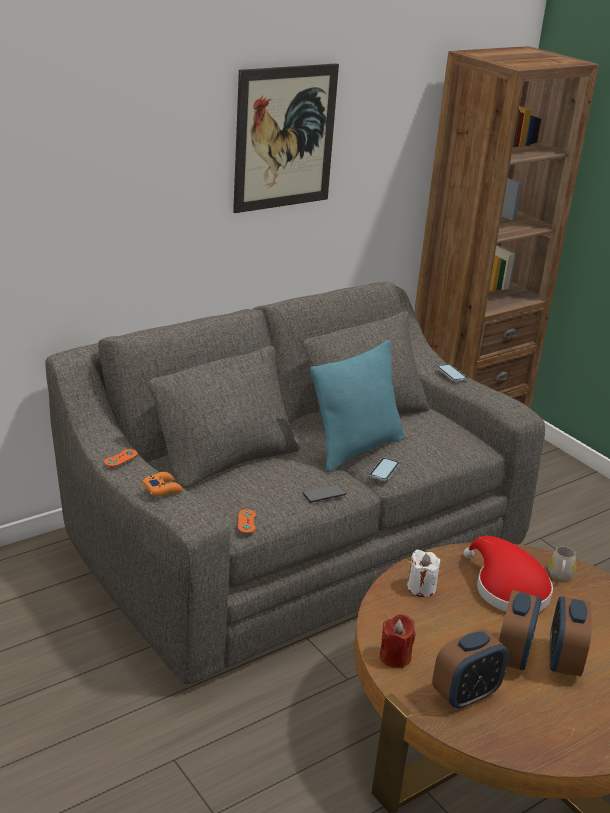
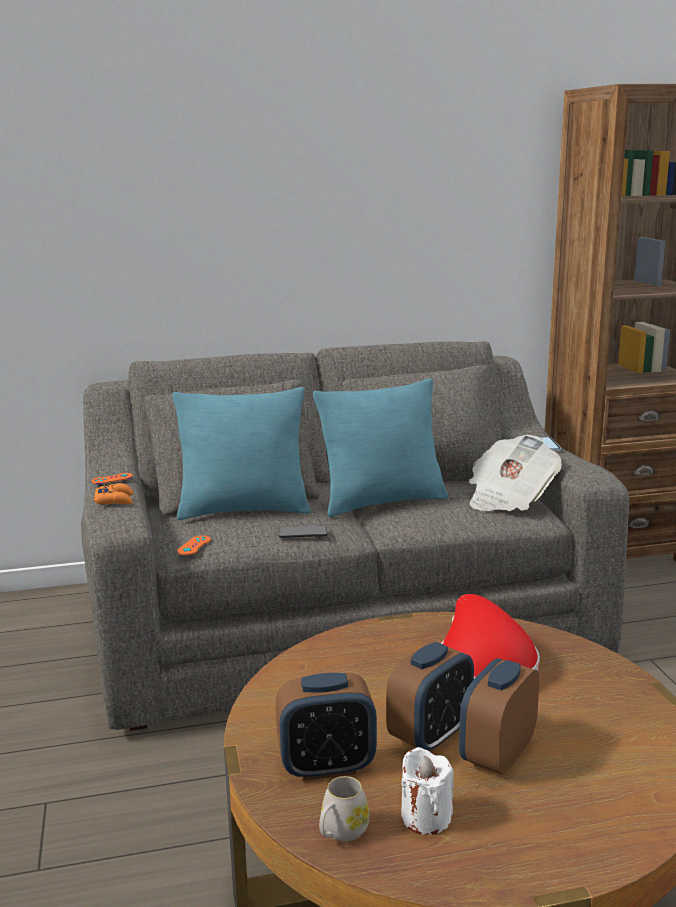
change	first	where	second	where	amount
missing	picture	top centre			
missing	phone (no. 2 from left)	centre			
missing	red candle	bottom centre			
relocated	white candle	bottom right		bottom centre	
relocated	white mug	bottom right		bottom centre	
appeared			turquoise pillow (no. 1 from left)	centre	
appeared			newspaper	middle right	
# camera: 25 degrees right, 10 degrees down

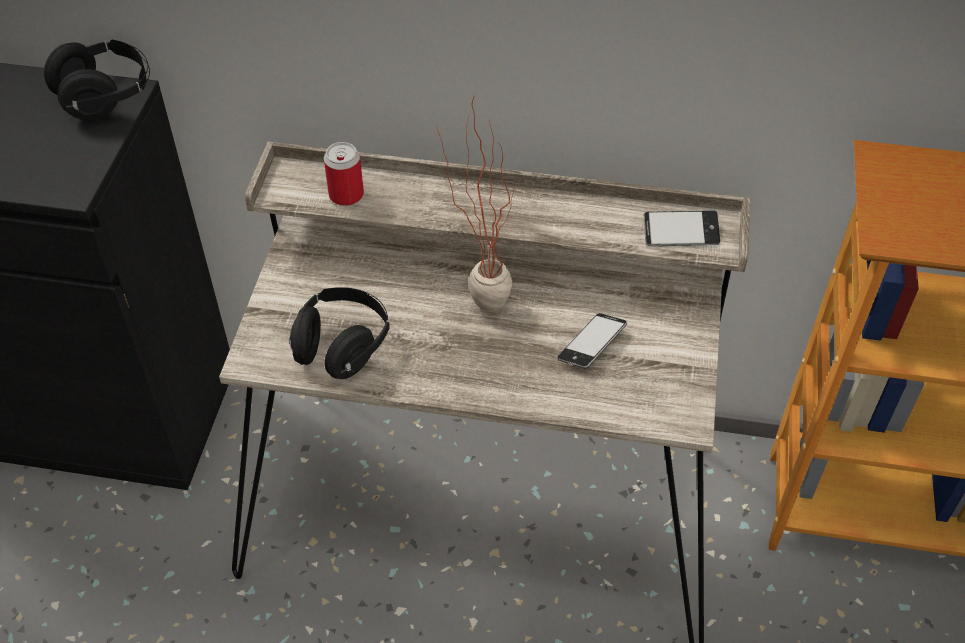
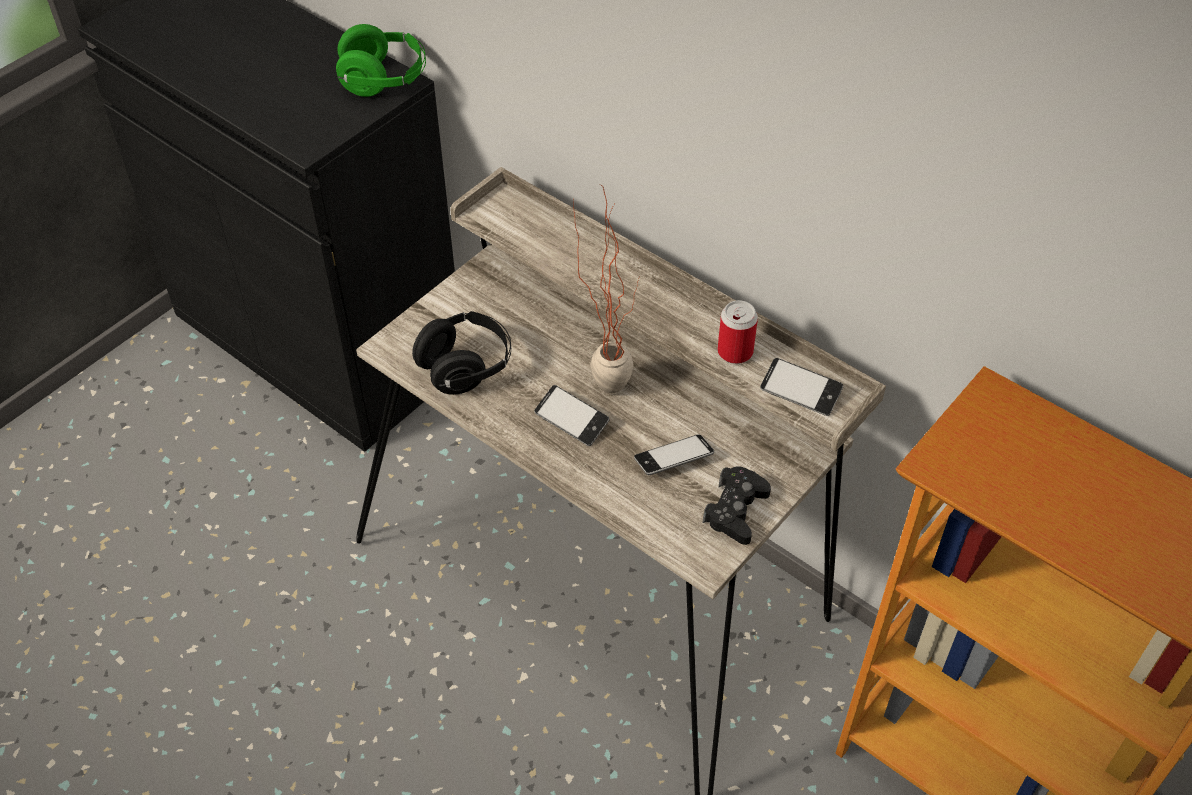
change	first	where	second	where	amount
colour	black headphones (no. 1 from left)	top left	green headphones	top left	
relocated	can	top centre		centre	
appeared			phone (no. 1 from left)	centre	
appeared			black game controller	centre	
# camera: 30 degrees right, 0 degrees up

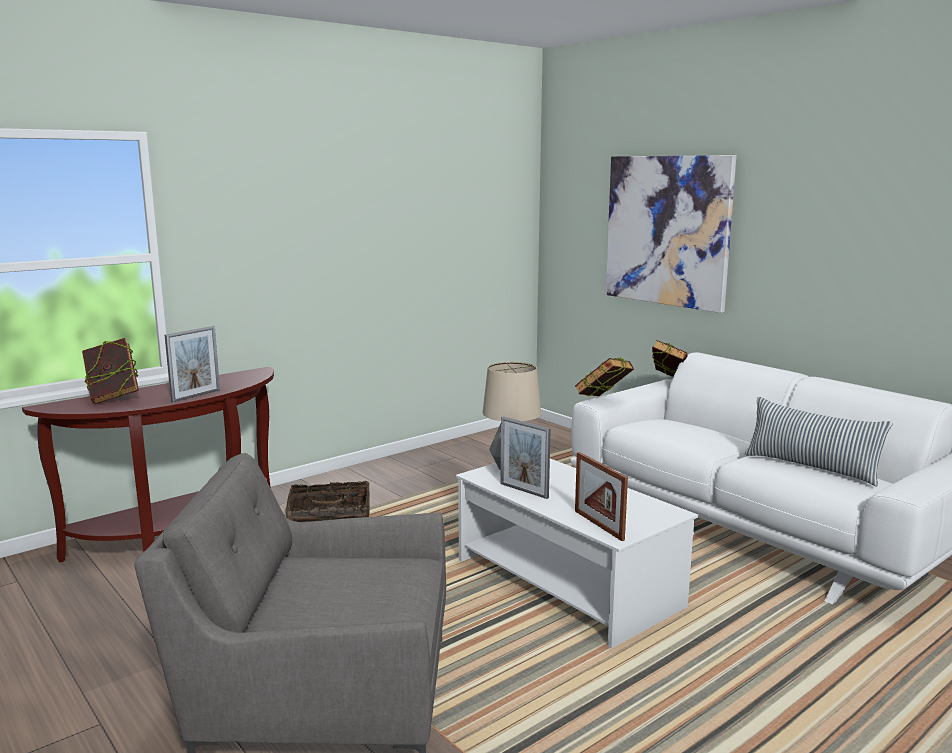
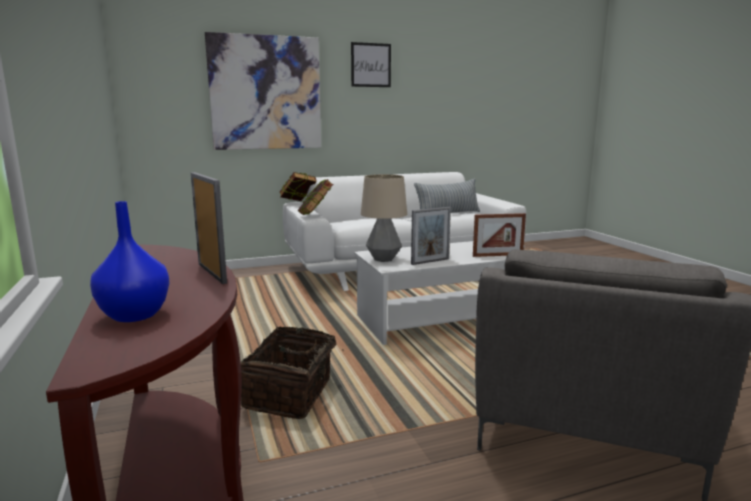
change	first	where	second	where	amount
exchanged	book (no. 1 from left)	middle left	blue vase	middle left	
appeared			picture (no. 2 from left)	top centre	
# camera: 70 degrees left, 0 degrees up

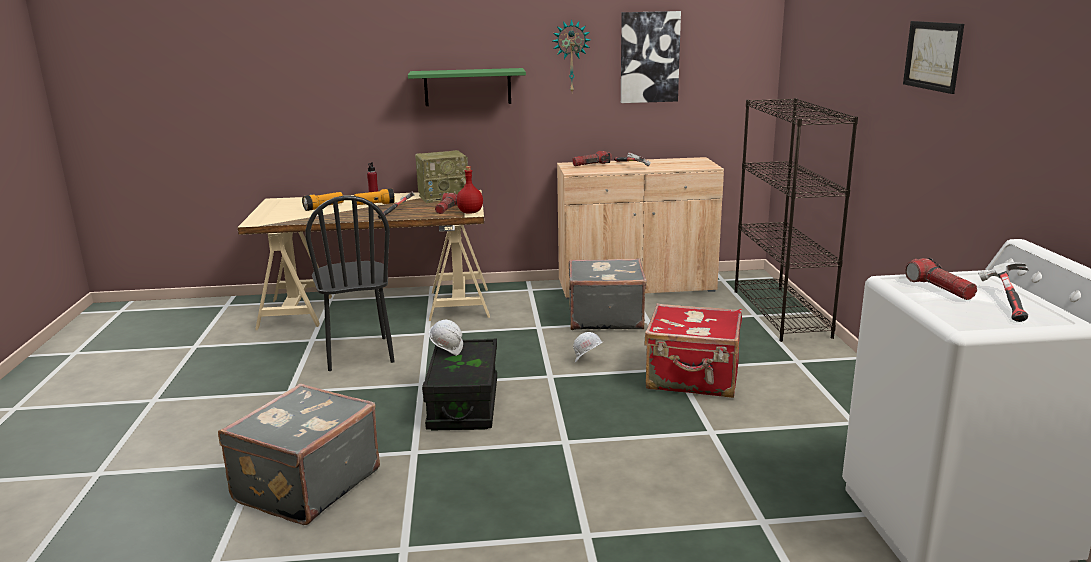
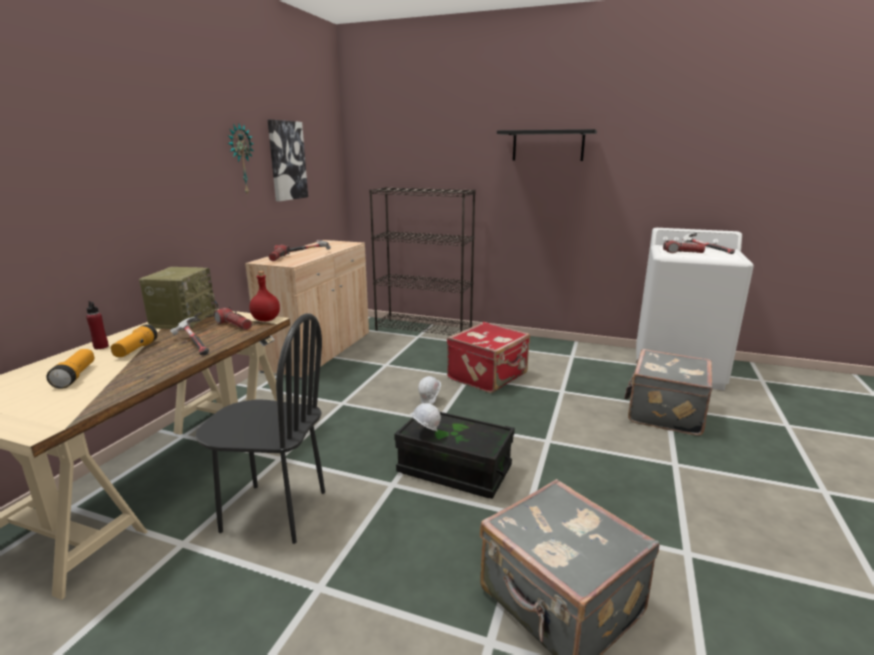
change	first	where	second	where	amount
missing	green shelf	top centre			
relocated	grey suitcase (no. 2 from left)	centre		middle right	
exchanged	picture (no. 2 from left)	top right	black shelf	top centre	
# camera: 65 degrees left, 0 degrees up

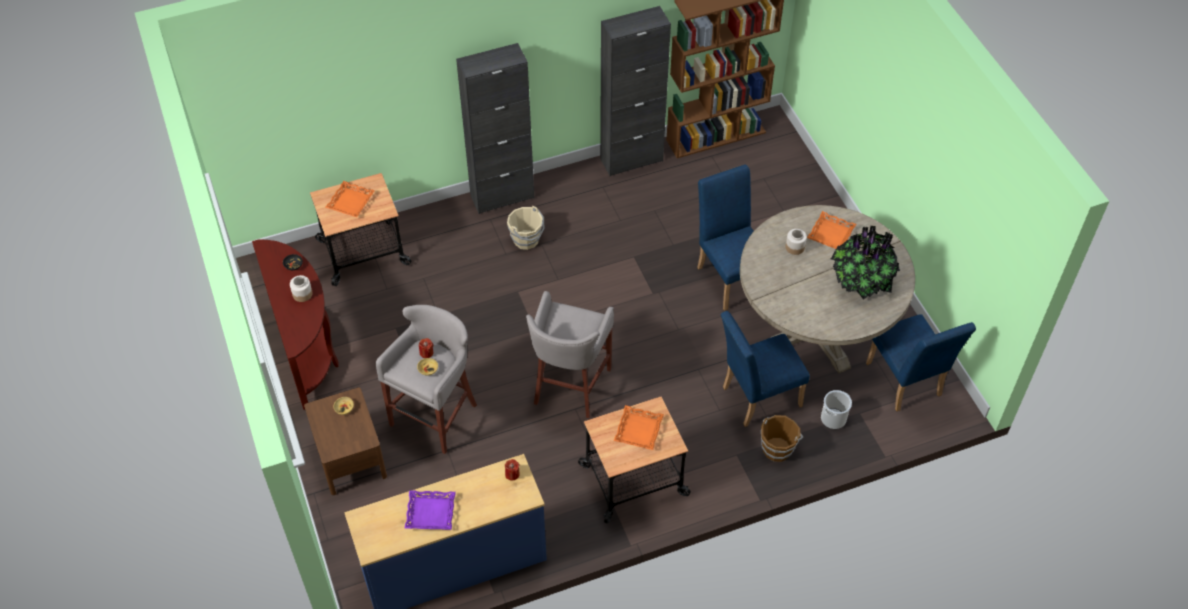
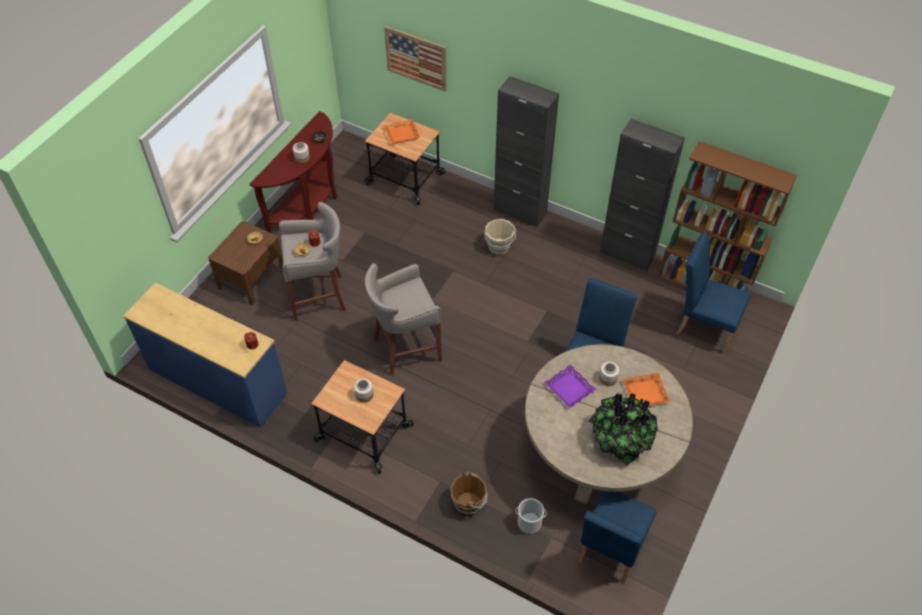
change	first	where	second	where	amount
relocated	purple tray	bottom centre		centre	
exchanged	orange tray (no. 2 from left)	bottom centre	jar (no. 2 from left)	centre	
relocated	blue chair (no. 2 from left in the first image)	centre	blue chair (no. 3 from left)	middle right	
appeared			picture	top centre	
# camera: 50 degrees right, 0 degrees up

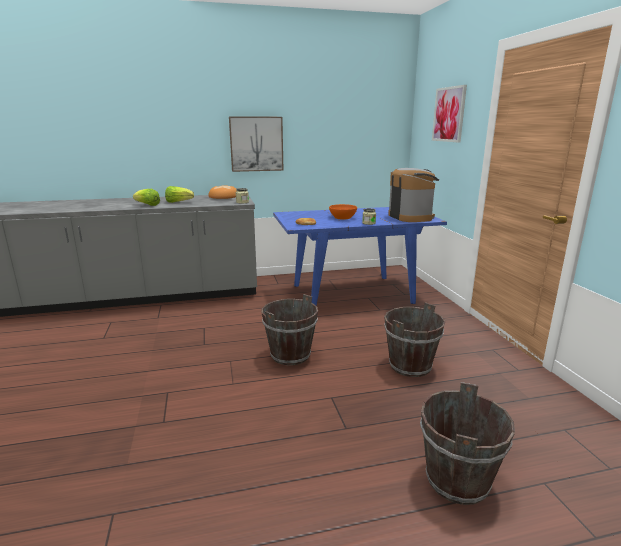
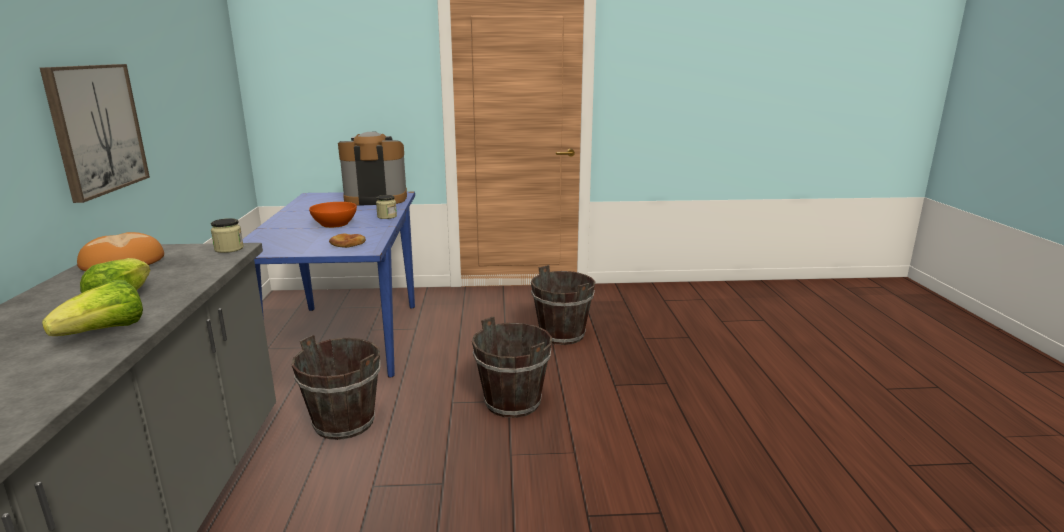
change	first	where	second	where	amount
relocated	brown bucket (no. 3 from left in the first image)	bottom right	brown bucket (no. 1 from left)	bottom left	
missing	picture (no. 2 from left)	top right			
# camera: 80 degrees left, 0 degrees up

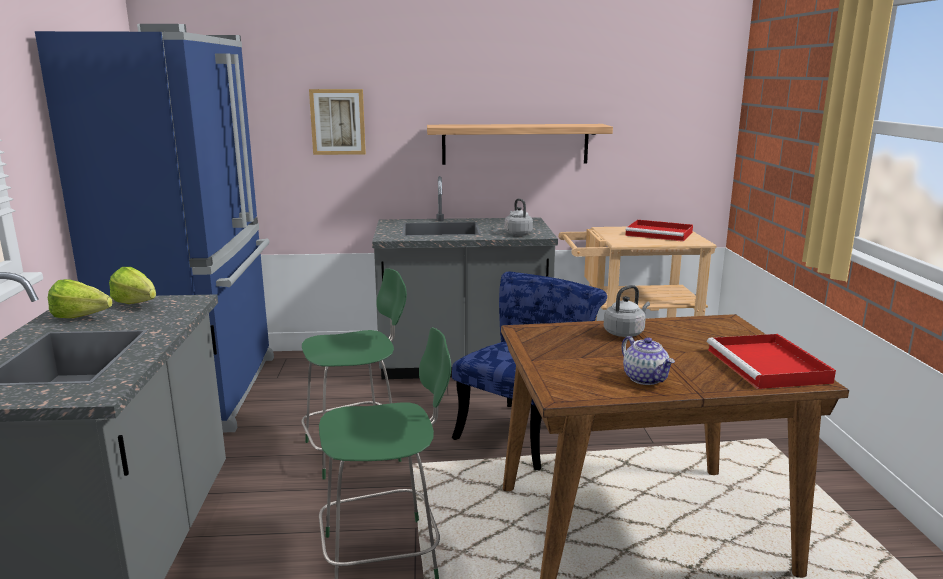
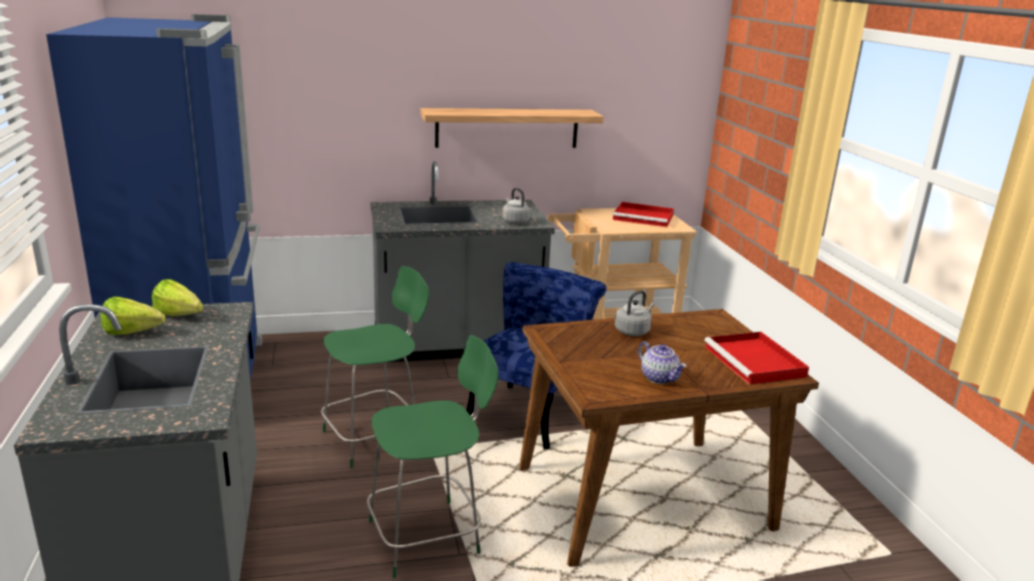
change	first	where	second	where	amount
missing	picture	top centre			
# camera: 10 degrees left, 5 degrees up

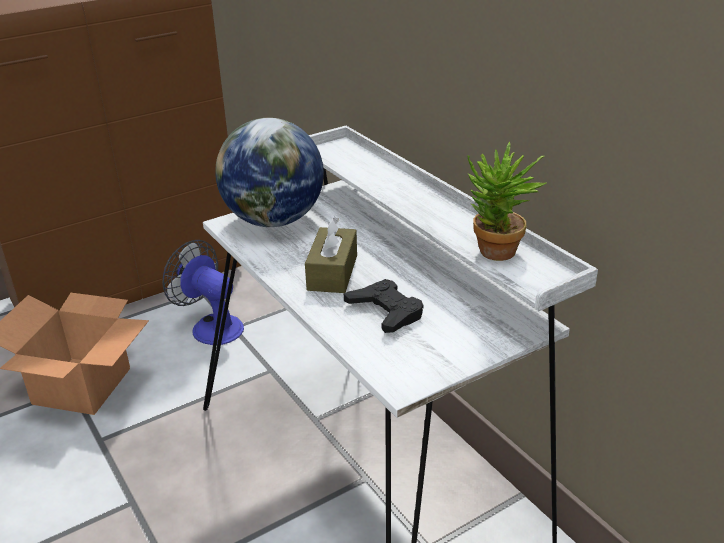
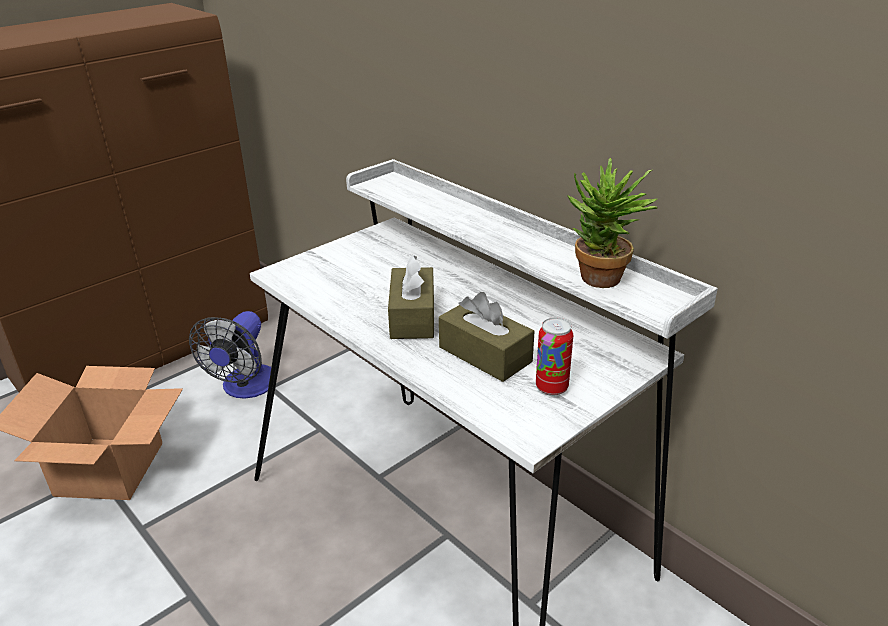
change	first	where	second	where	amount
spun	fan	middle left		middle left	105 degrees counterclockwise
missing	globe	top centre			
exchanged	black game controller	centre	brown tissue box (no. 2 from left)	centre	
appeared			can	centre	
# camera: 10 degrees left, 0 degrees up

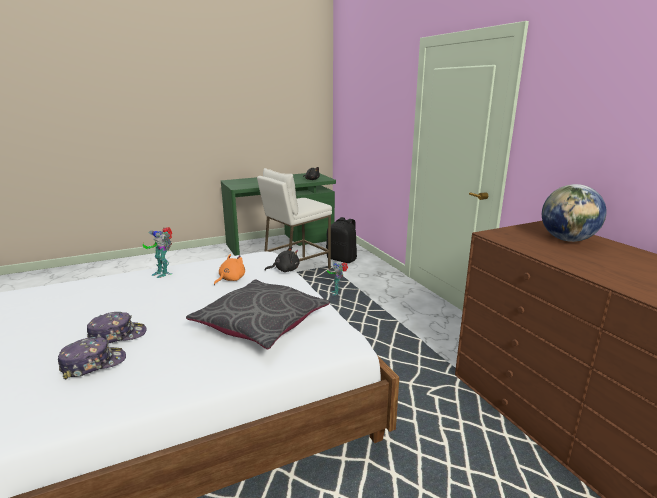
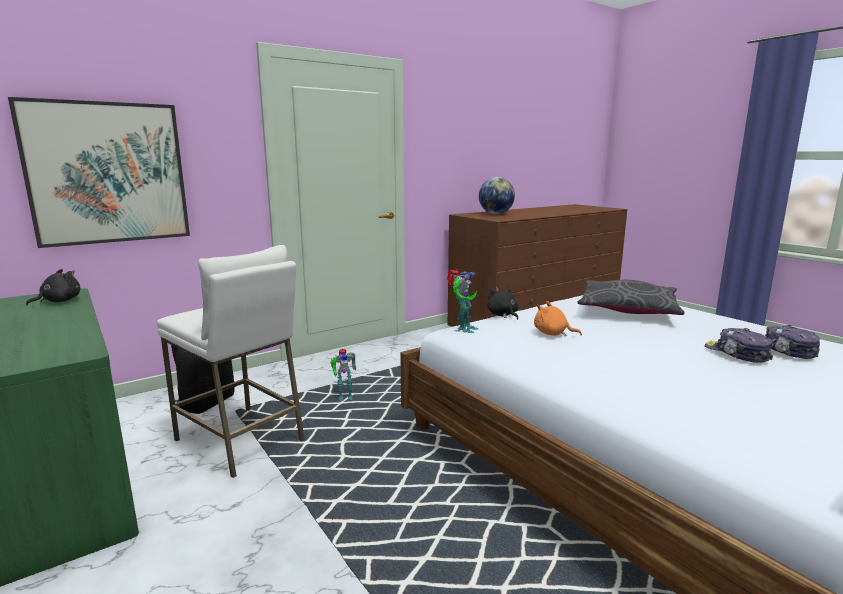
change	first	where	second	where	amount
relocated	toy robot (no. 1 from left in the first image)	middle left	toy robot (no. 2 from left)	centre	
appeared			picture	top left	
# camera: 100 degrees left, 5 degrees down

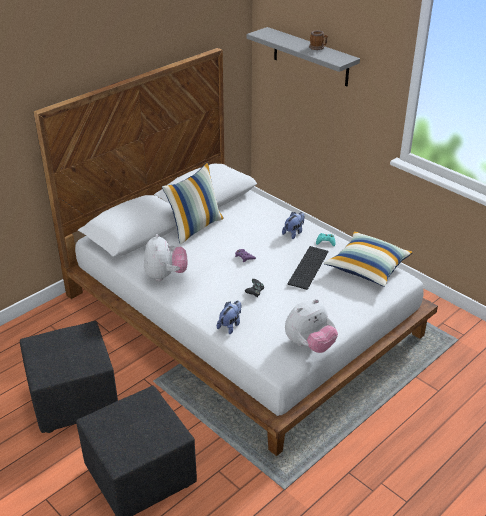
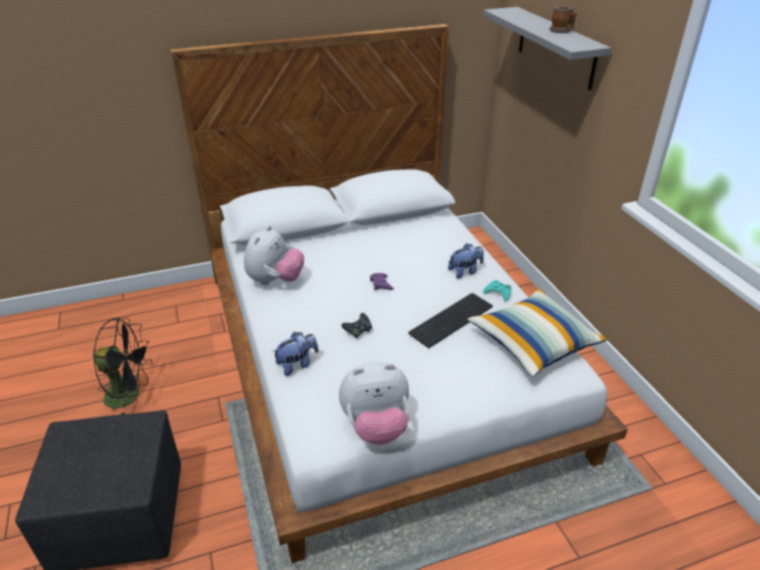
change	first	where	second	where	amount
exchanged	black ottoman (no. 1 from left)	bottom left	black fan	middle left	
missing	pillow (no. 1 from left)	centre			
# camera: 25 degrees right, 0 degrees up

